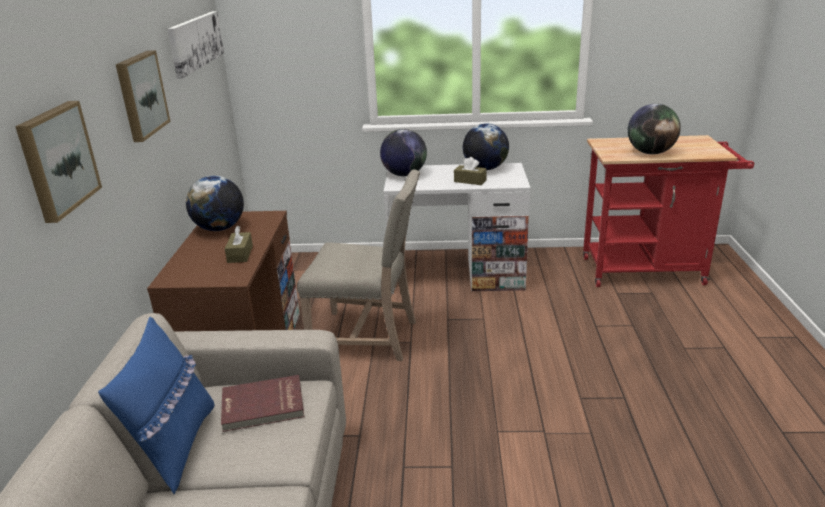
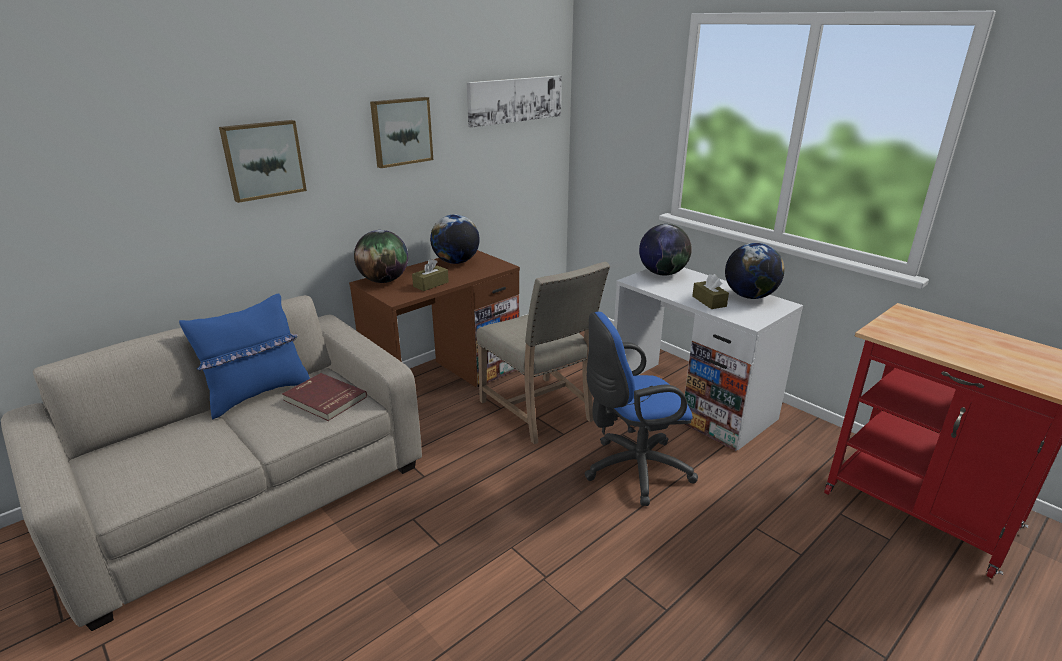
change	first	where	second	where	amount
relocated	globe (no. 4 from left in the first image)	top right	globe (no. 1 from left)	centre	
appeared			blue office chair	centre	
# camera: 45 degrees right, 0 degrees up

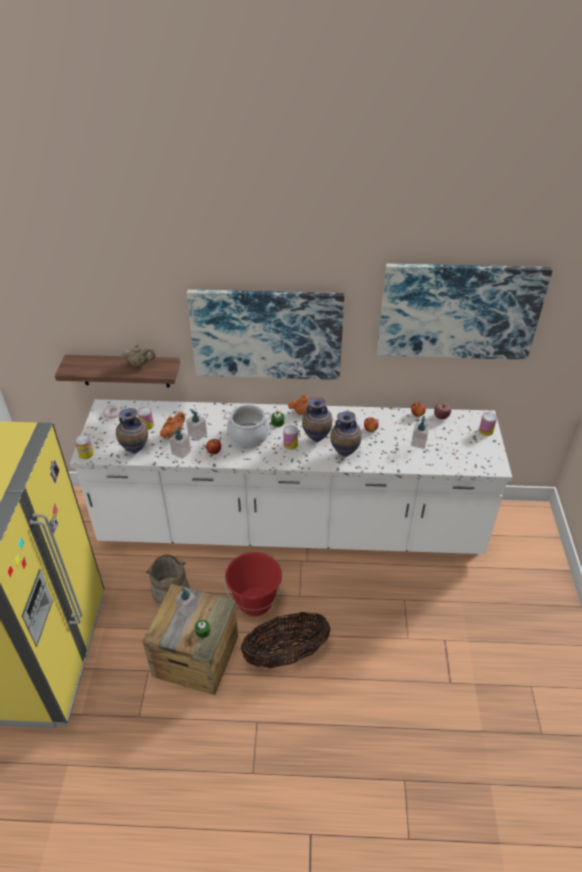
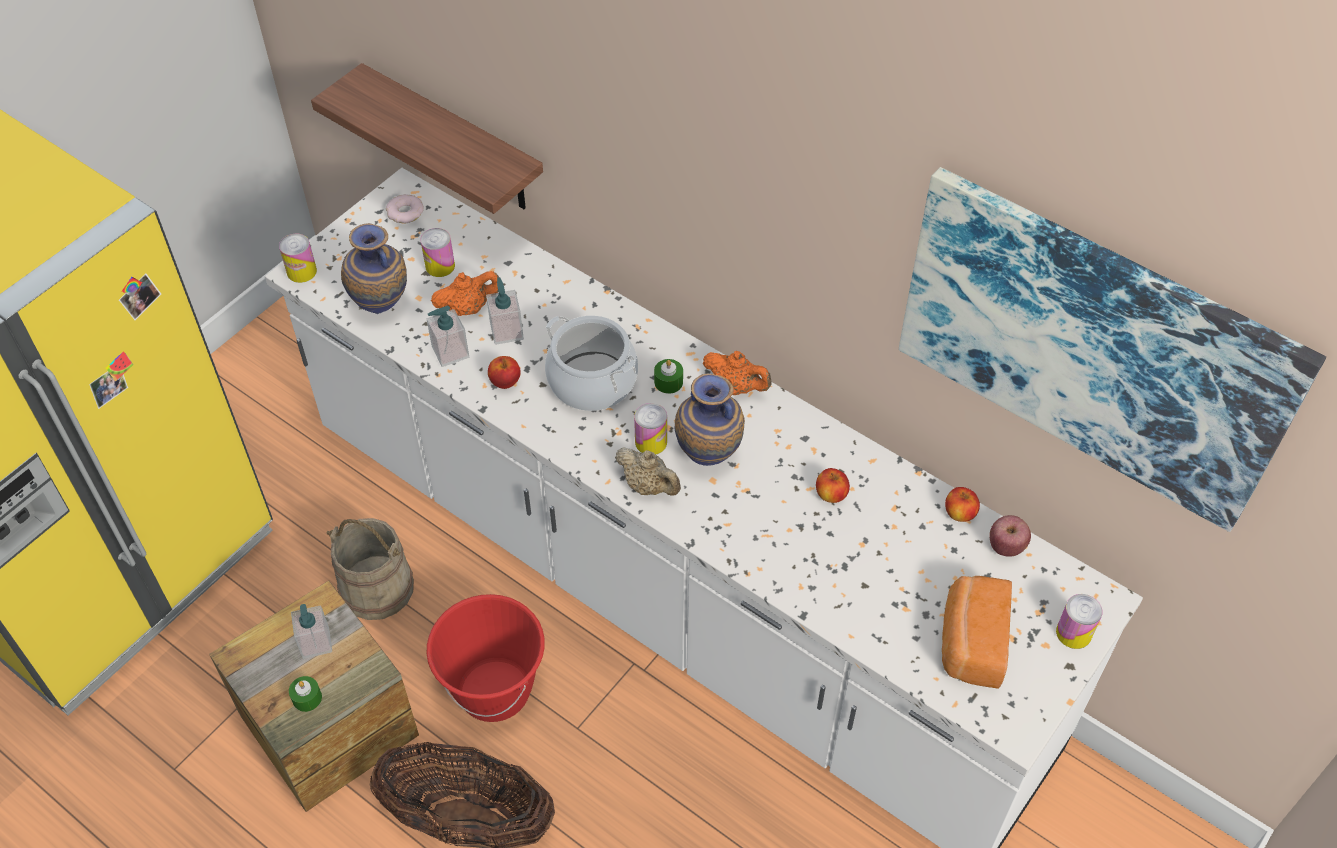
change	first	where	second	where	amount
relocated	beige teapot	middle left		centre	
missing	picture (no. 1 from left)	centre			
missing	vase (no. 3 from left)	centre			
missing	soap dispenser (no. 4 from left)	middle right			
appeared			bread	bottom right	
# camera: 35 degrees right, 10 degrees up

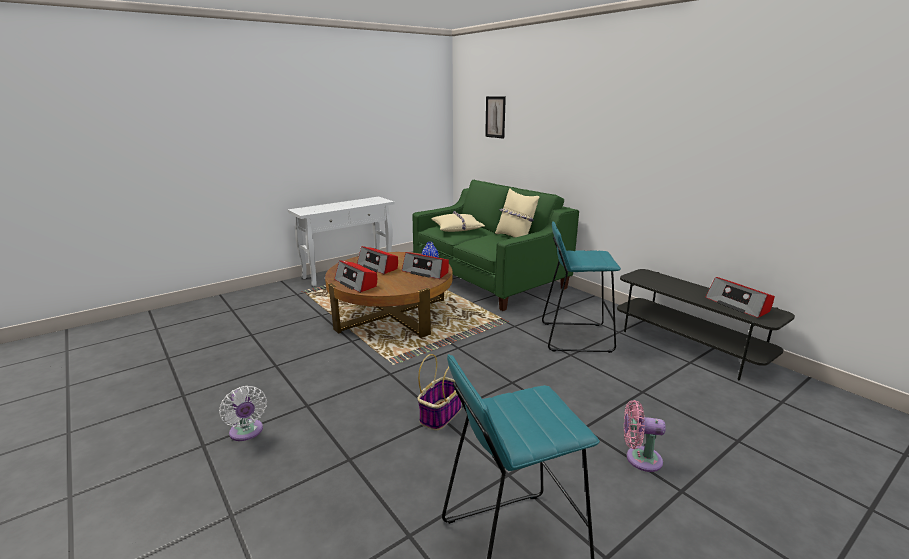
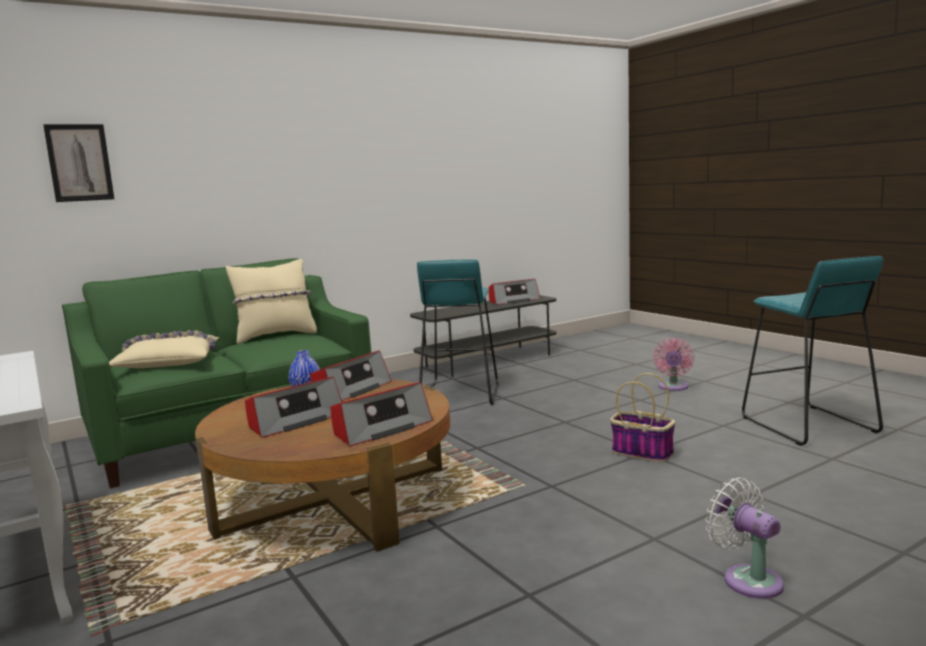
change	first	where	second	where	amount
spun	white fan	bottom left		bottom right	90 degrees counterclockwise
# camera: 85 degrees left, 10 degrees down

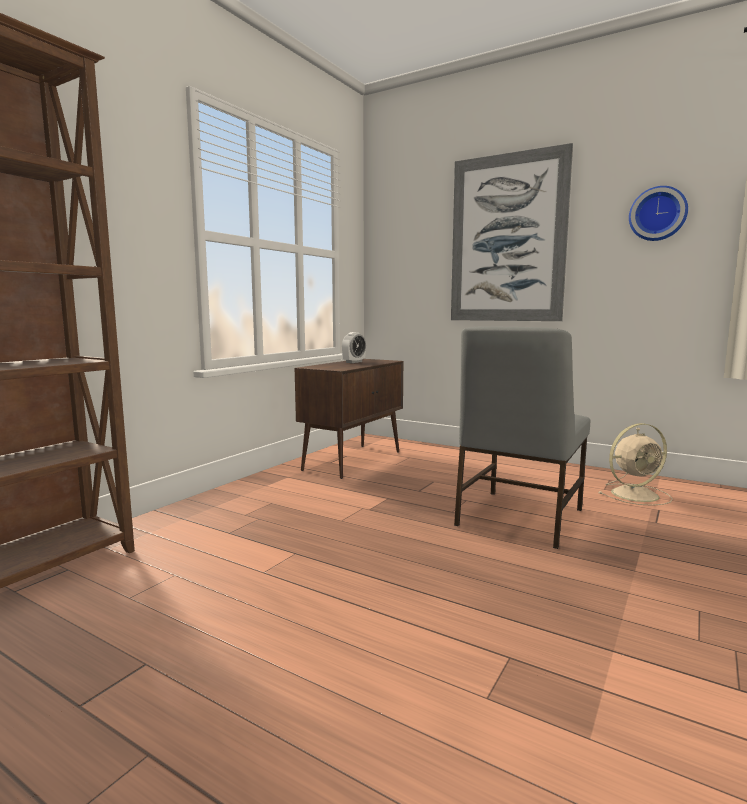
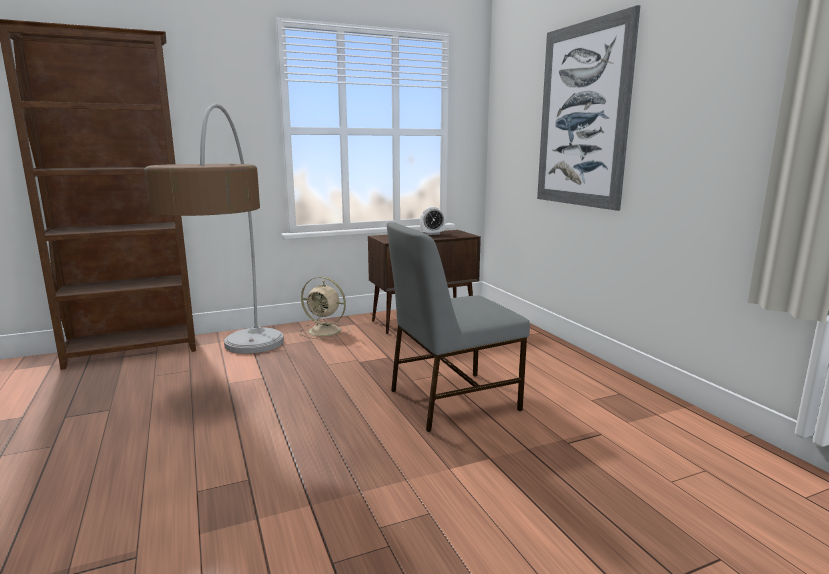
change	first	where	second	where	amount
relocated	beige fan	middle right		centre	
missing	wall clock	top right			
appeared			floor lamp	middle left	
# camera: 35 degrees right, 5 degrees up

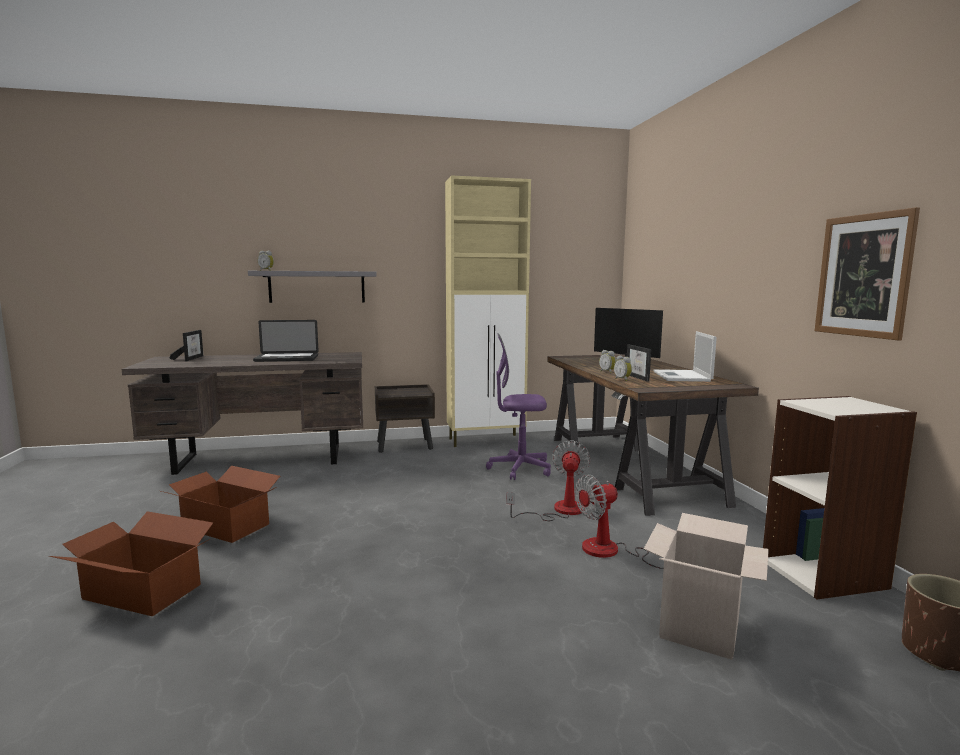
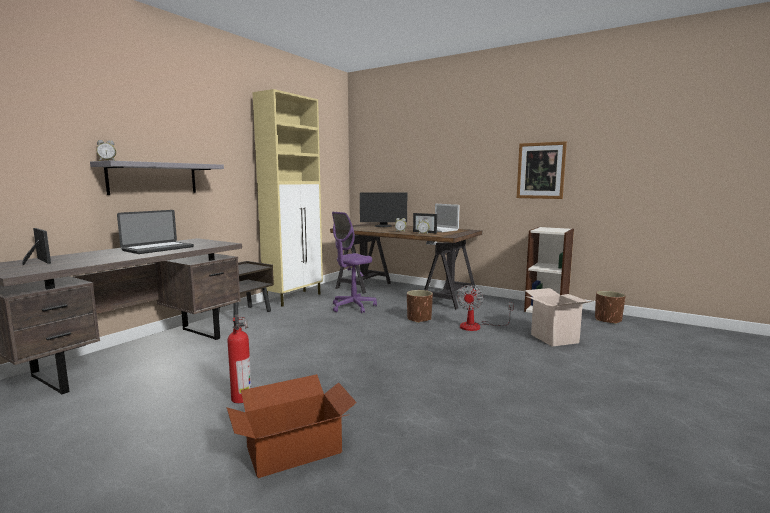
change	first	where	second	where	amount
exchanged	cardboard box (no. 2 from left)	bottom left	fire extinguisher	bottom left	
exchanged	fan (no. 1 from left)	centre	brown planter (no. 1 from left)	centre	
# camera: 45 degrees left, 0 degrees up

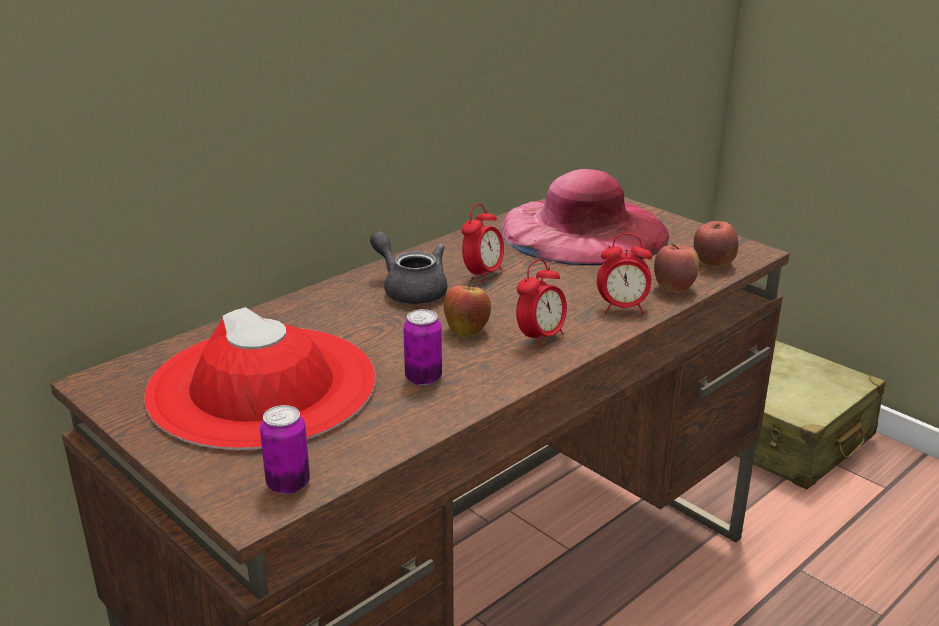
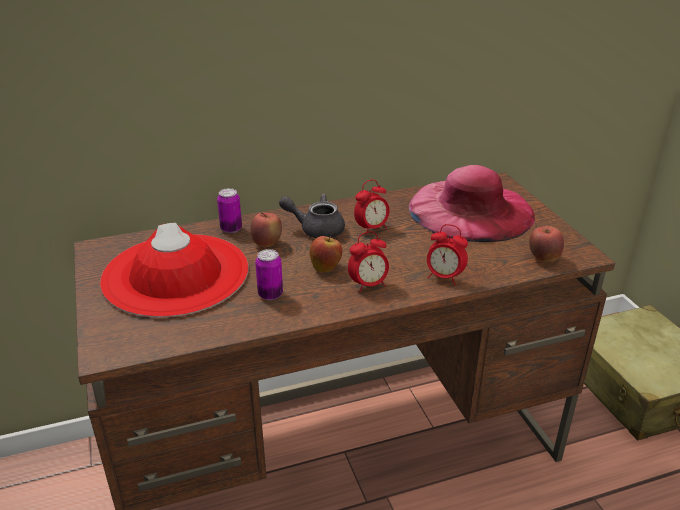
change	first	where	second	where	amount
relocated	can (no. 1 from left)	bottom left		centre	
spun	grey teapot	centre		centre	60 degrees counterclockwise
relocated	apple (no. 2 from left in the first image)	middle right	apple (no. 1 from left)	centre	
# camera: 25 degrees right, 5 degrees up

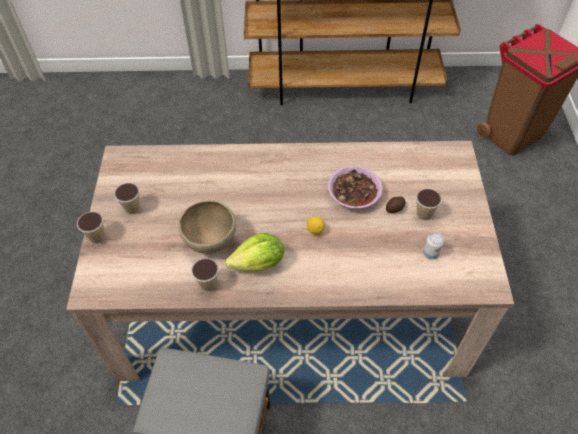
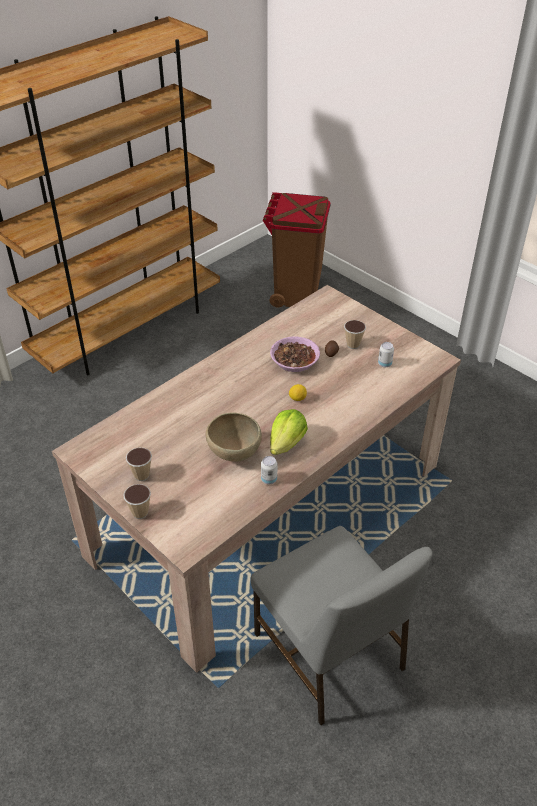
change	first	where	second	where	amount
exchanged	cup (no. 3 from left)	centre	can (no. 1 from left)	centre	
# camera: 45 degrees left, 10 degrees down

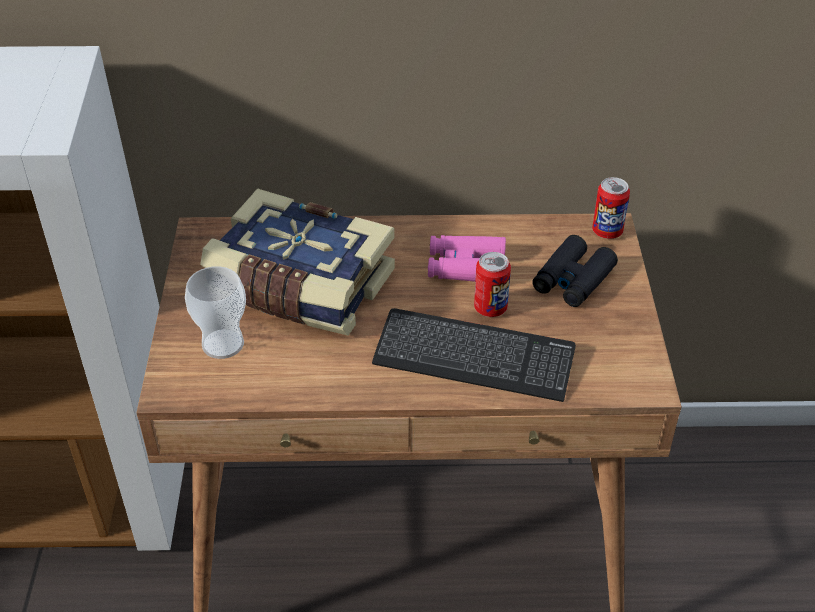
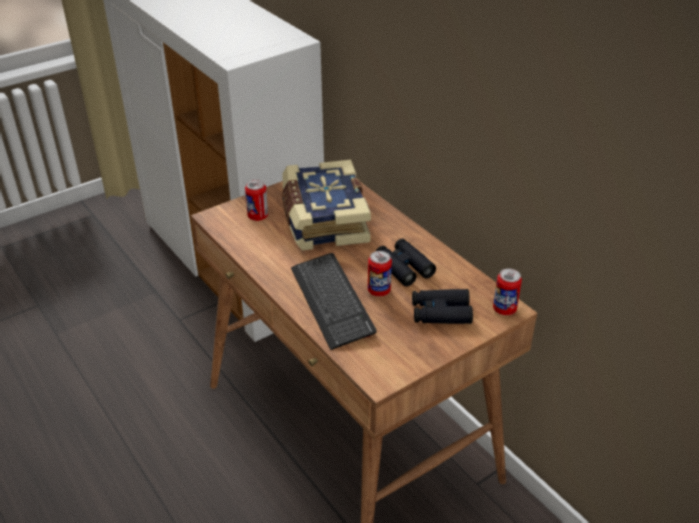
change	first	where	second	where	amount
exchanged	cup	middle left	can (no. 1 from left)	centre	
colour	pink binoculars	centre	black binoculars (no. 1 from left)	centre	
# camera: 55 degrees right, 5 degrees down

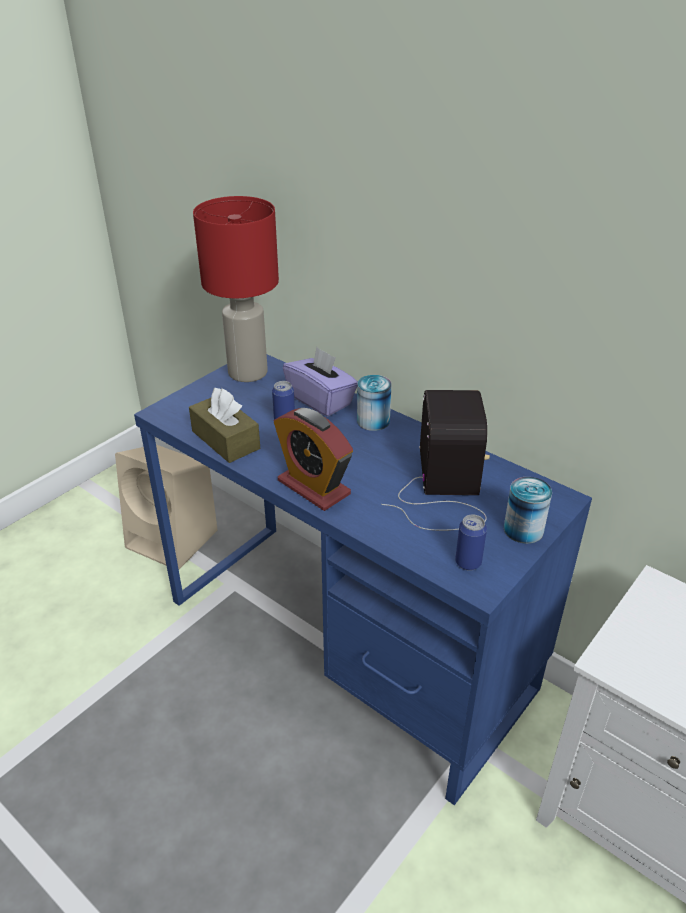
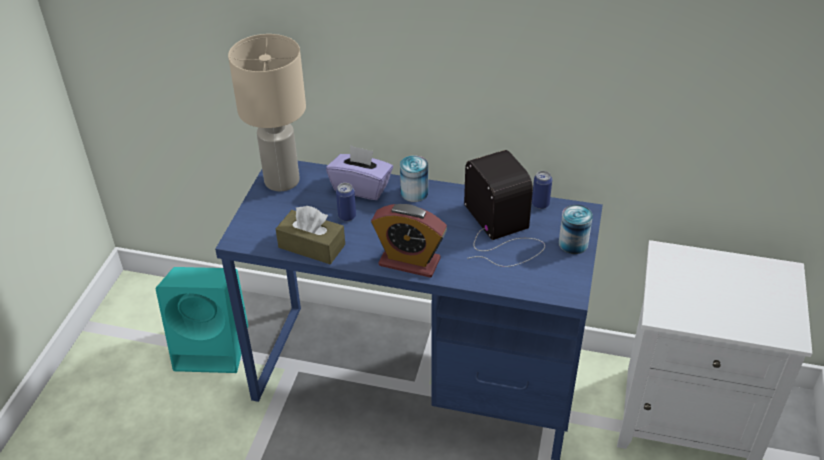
change	first	where	second	where	amount
colour	beige speaker	middle left	turquoise speaker	bottom left	
colour	red table lamp	top centre	beige table lamp	top left	
relocated	can (no. 3 from left)	middle right		centre	
# camera: 25 degrees left, 5 degrees up

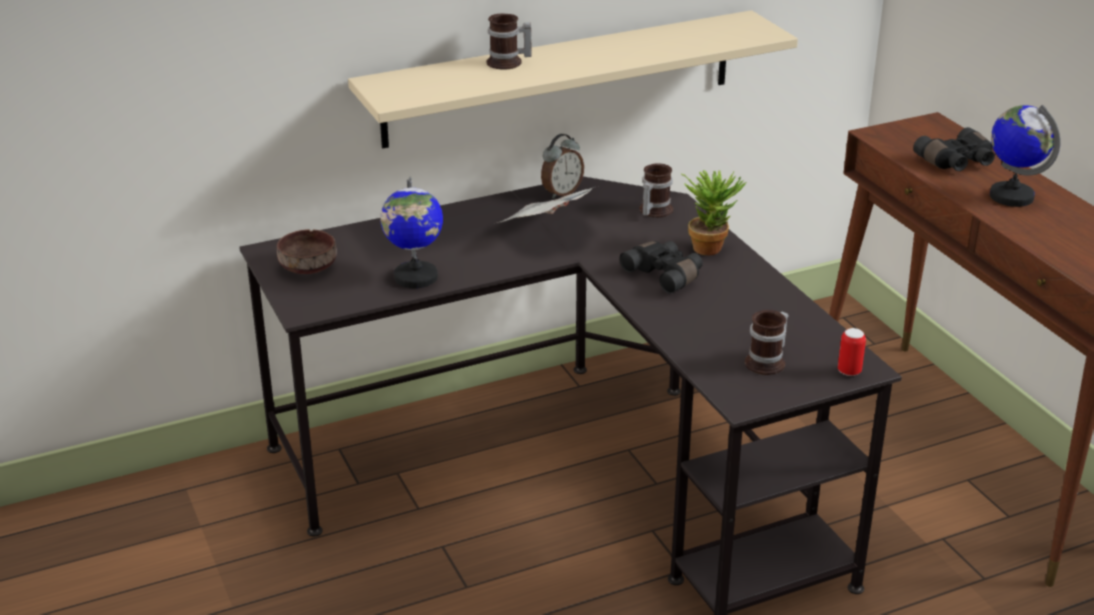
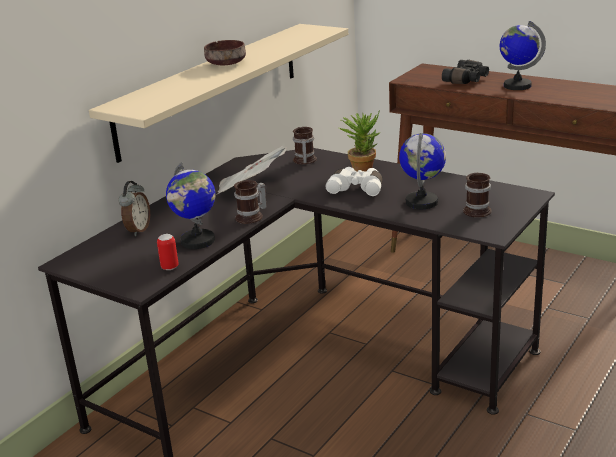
change	first	where	second	where	amount
relocated	brown bowl	middle left		top centre	
relocated	mug (no. 1 from left)	top centre		centre	
relocated	alarm clock	top centre		middle left	
colour	black binoculars (no. 1 from left)	centre	white binoculars	centre	
relocated	can	middle right		middle left	
appeared			globe (no. 2 from left)	middle right	
# camera: 30 degrees left, 5 degrees down

